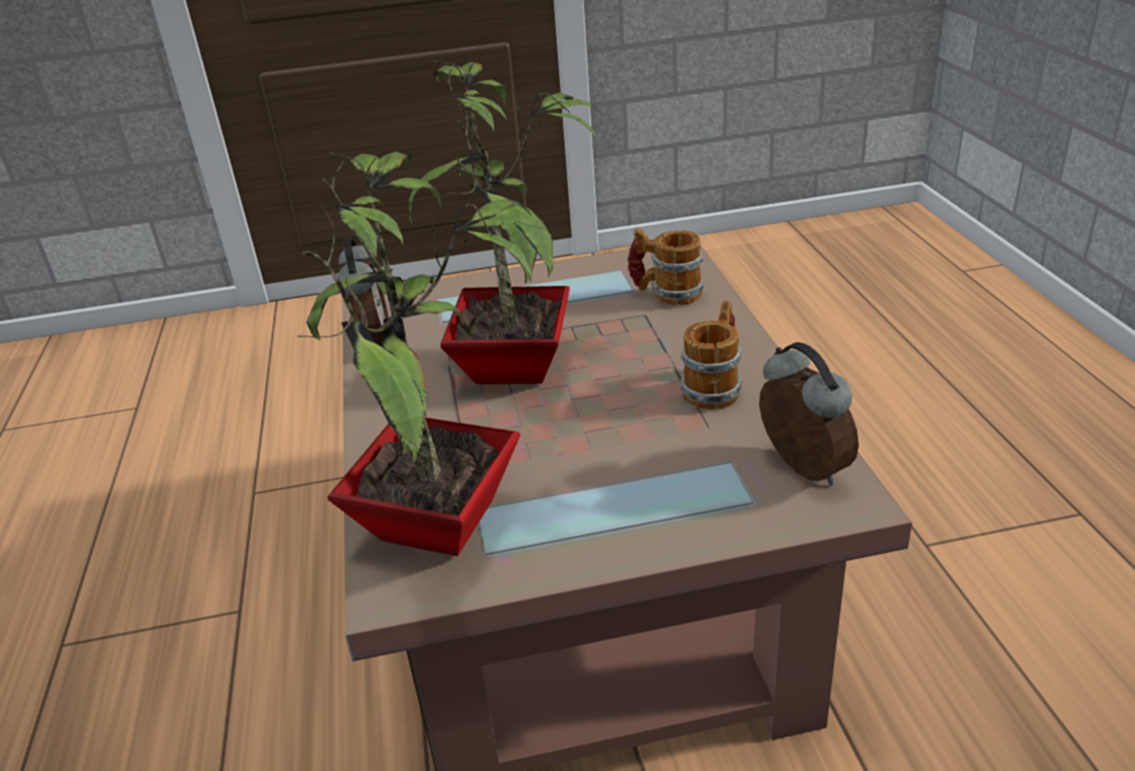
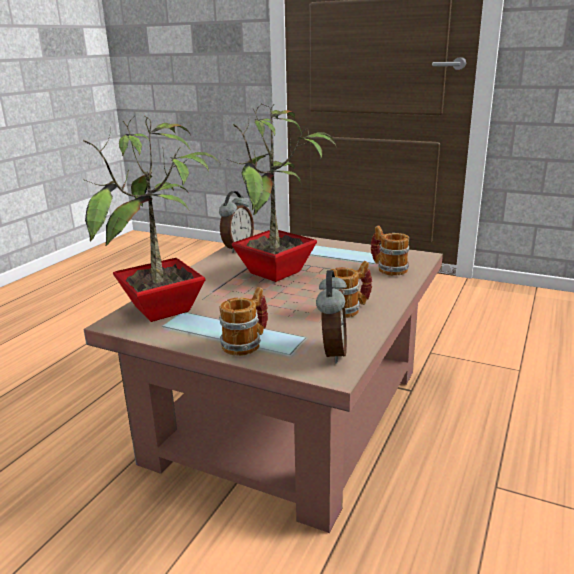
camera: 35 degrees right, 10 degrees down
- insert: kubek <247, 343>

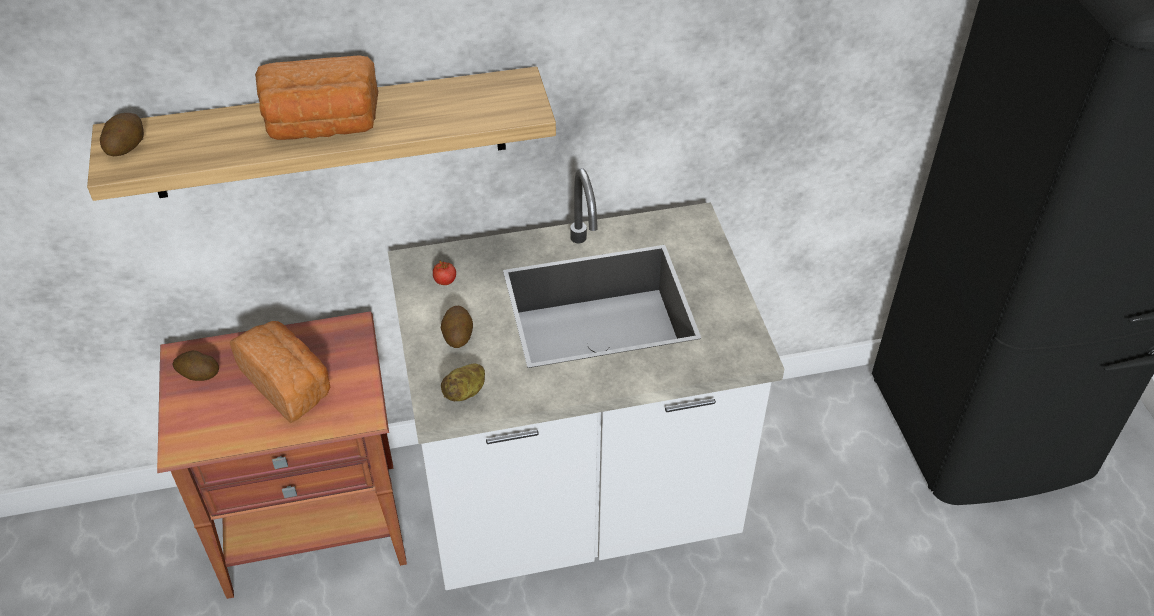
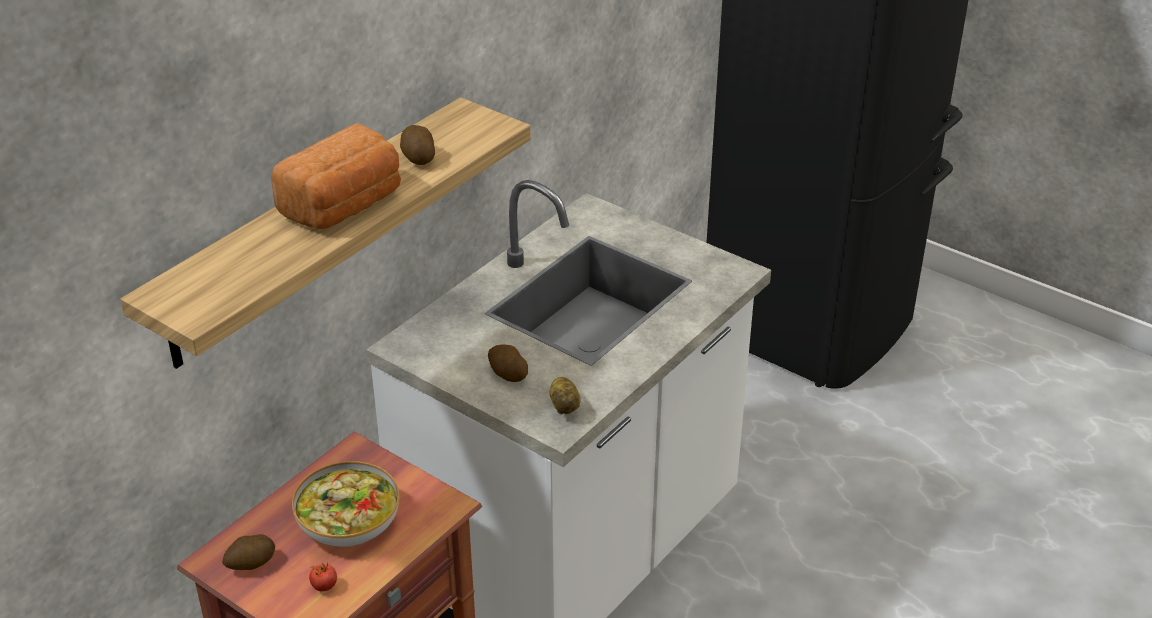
camera: 40 degrees left, 10 degrees down
- move: ziemniak <126, 146> to <418, 157>
- move: pomidor <445, 281> to <324, 586>
- replace: chleb <288, 384> to miska <349, 522>

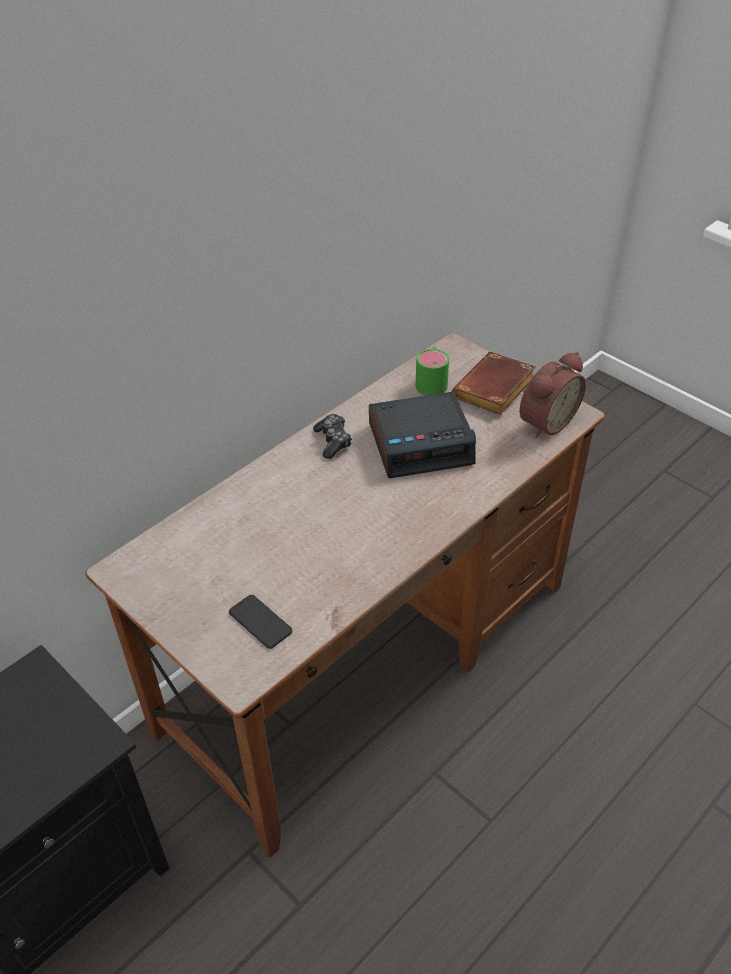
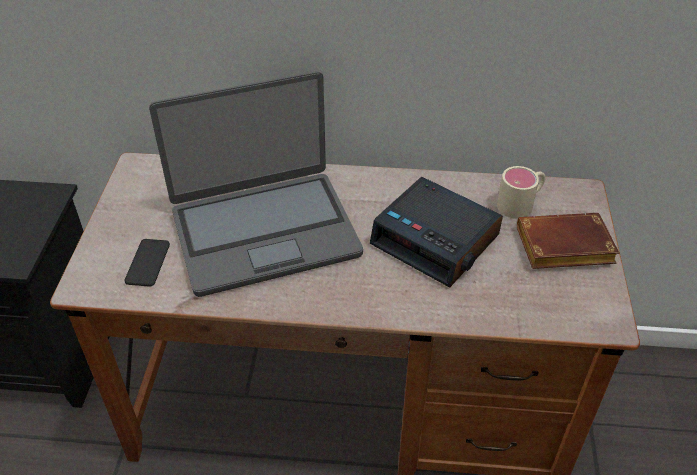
camera: 50 degrees right, 0 degrees up
- delete: pad do gier <333, 441>
- delete: budzik <545, 421>
- insert: laptop <264, 231>
- recolor: kubek (zielony) <432, 381> to kubek (beżowy) <521, 203>

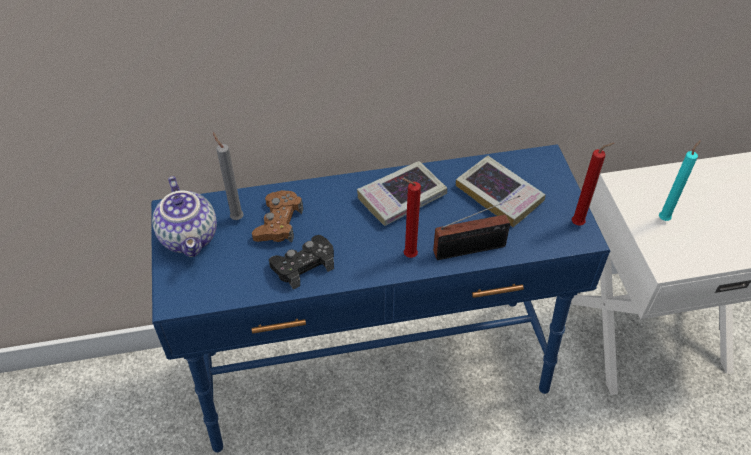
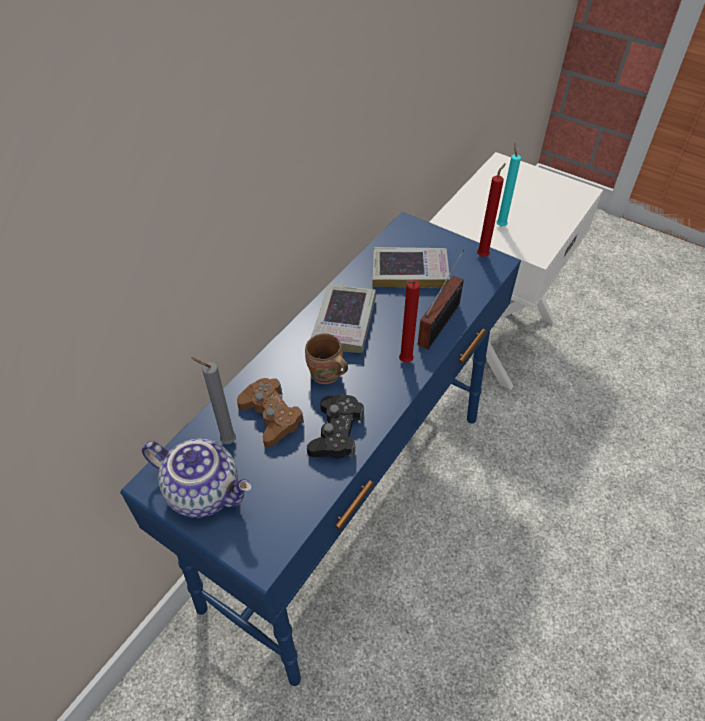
camera: 45 degrees left, 0 degrees up
- insert: kubek (brązowy) <326, 376>

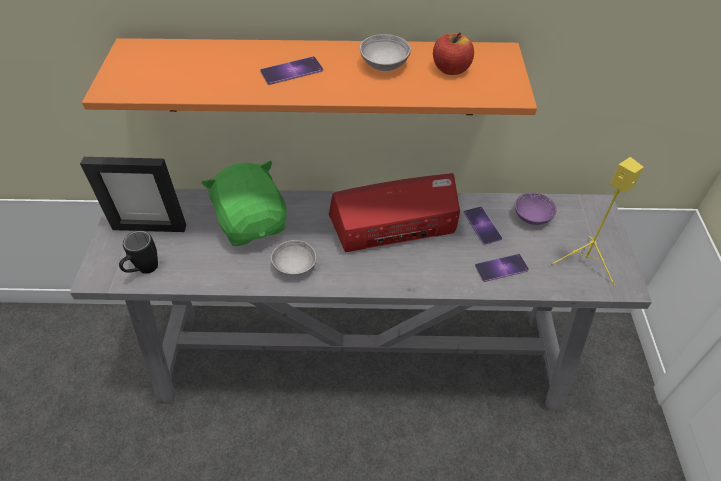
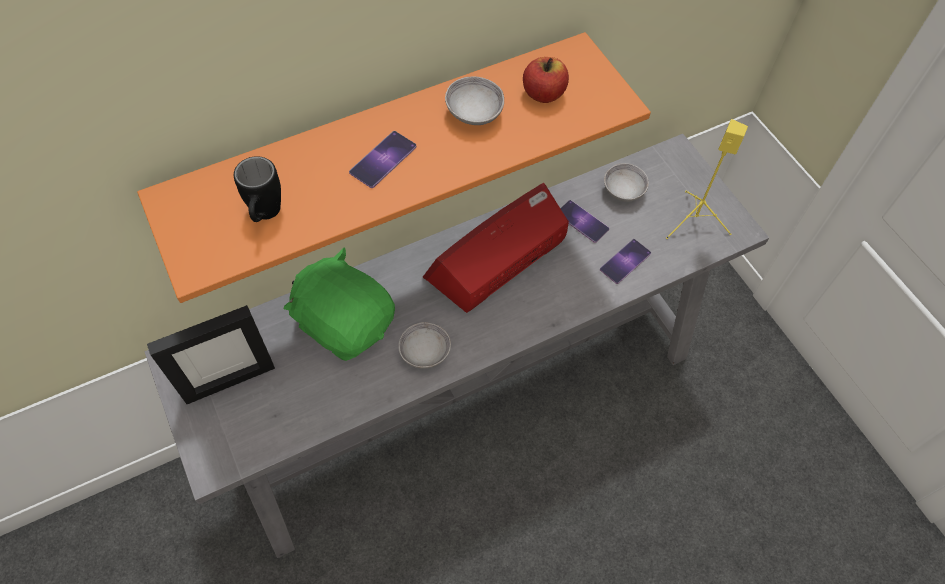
camera: 30 degrees left, 10 degrees up
- move: kubek (czarny) <143, 271> to <265, 216>
- recolor: miska (fioletowy) <532, 216> to miska (szary) <623, 190>

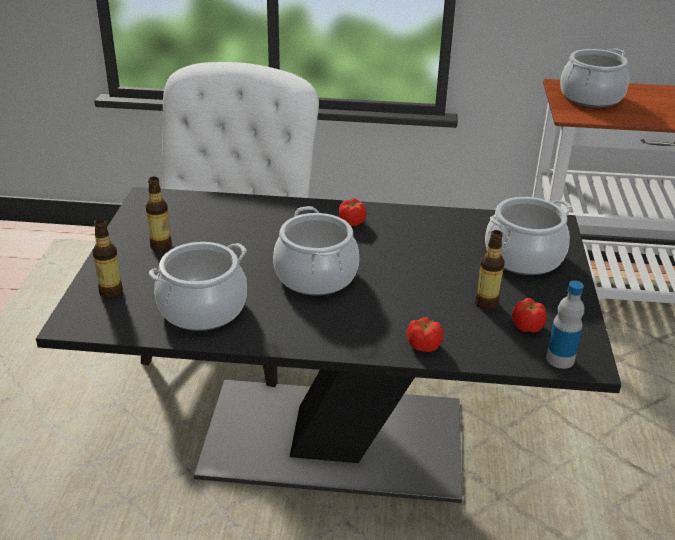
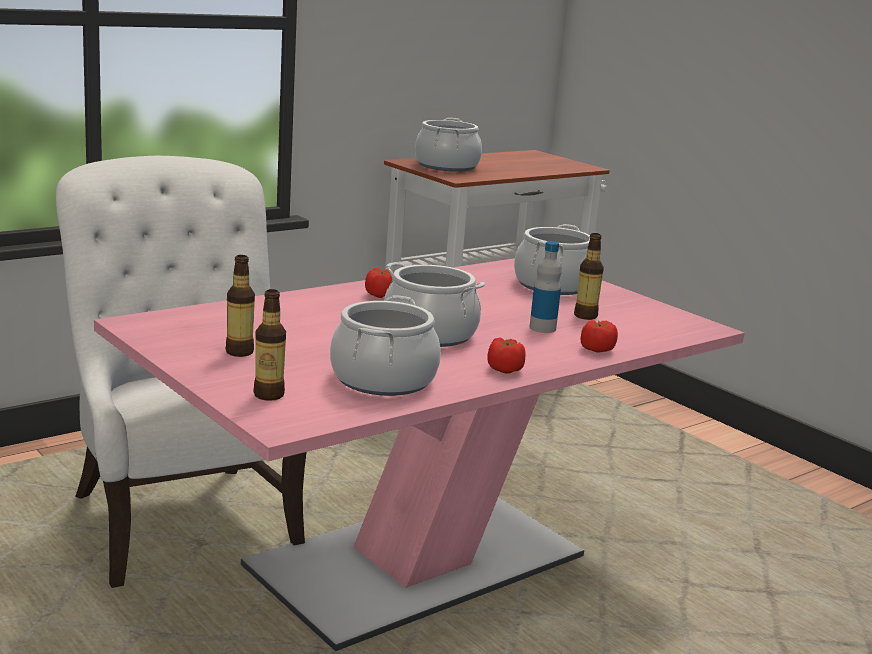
camera: 45 degrees left, 15 degrees down
- move: pomidor <527, 326> to <504, 369>
- move: butelka <560, 359> to <542, 328>
- recolor: stół jadalny (czarny) <333, 440> to stół jadalny (różowy) <417, 562>

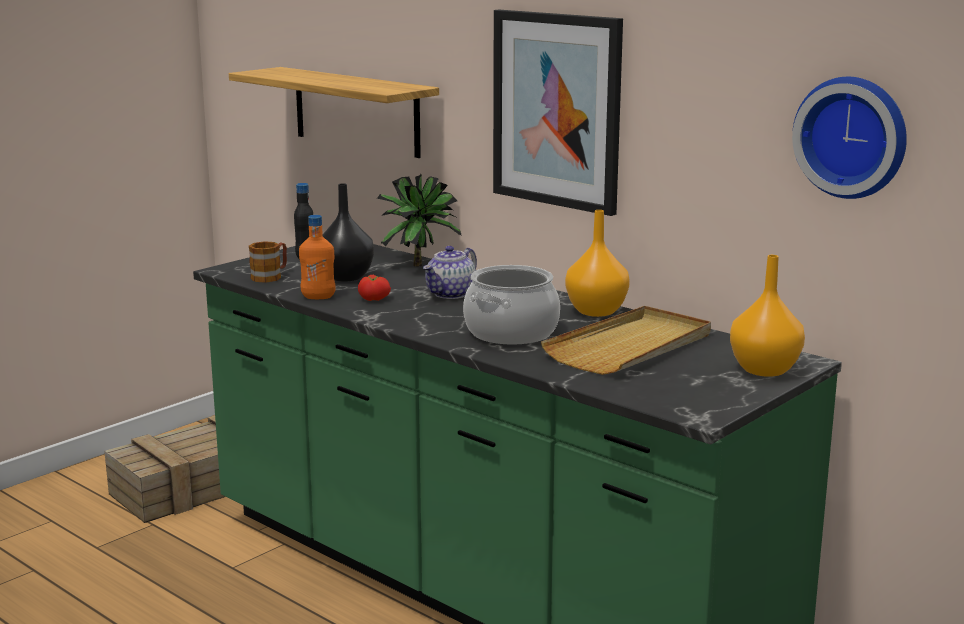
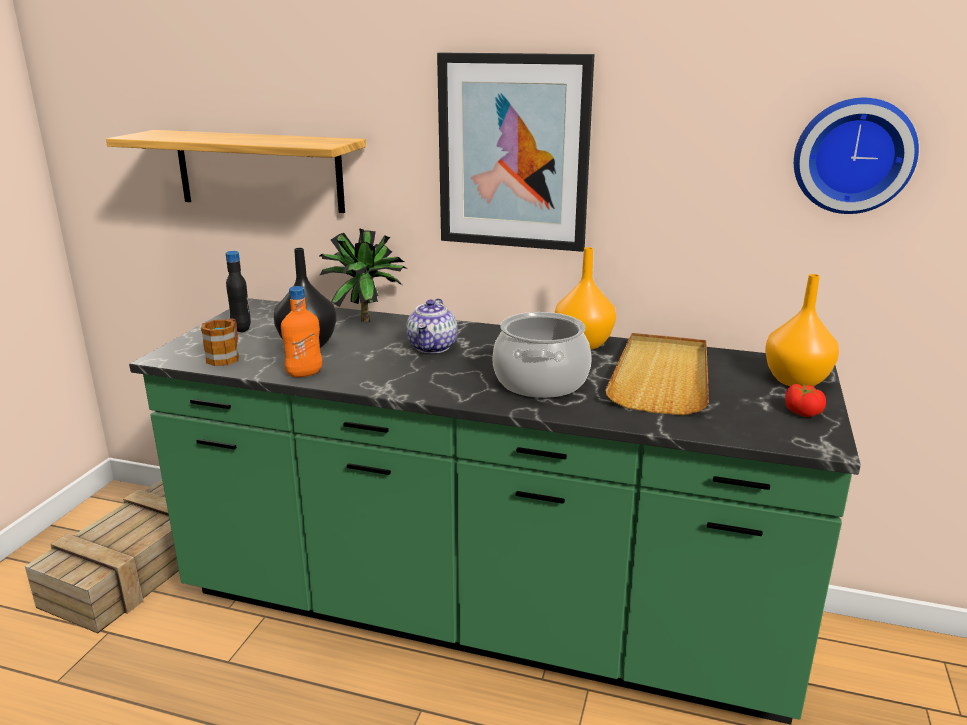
camera: 25 degrees left, 5 degrees up
- move: pomidor <374, 298> to <803, 412>

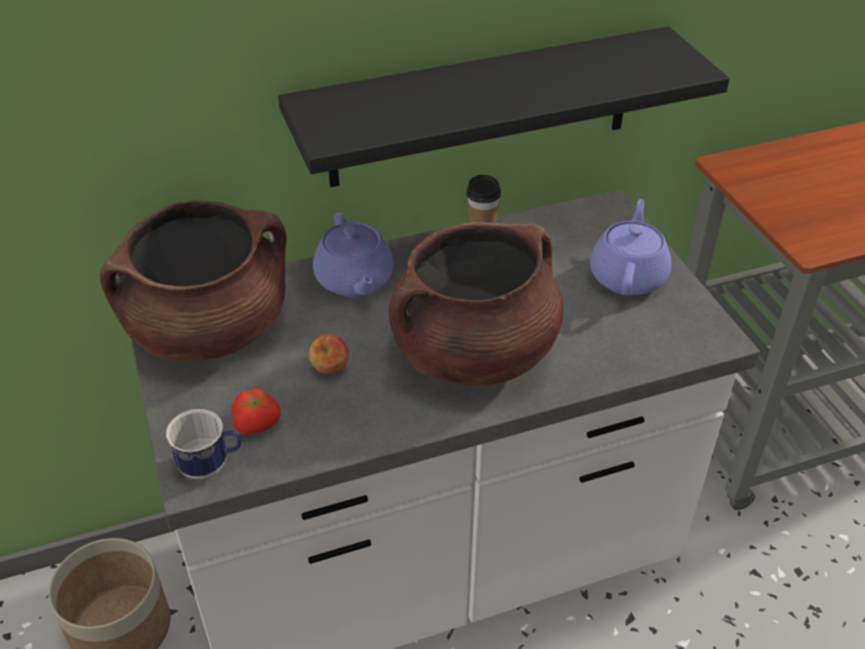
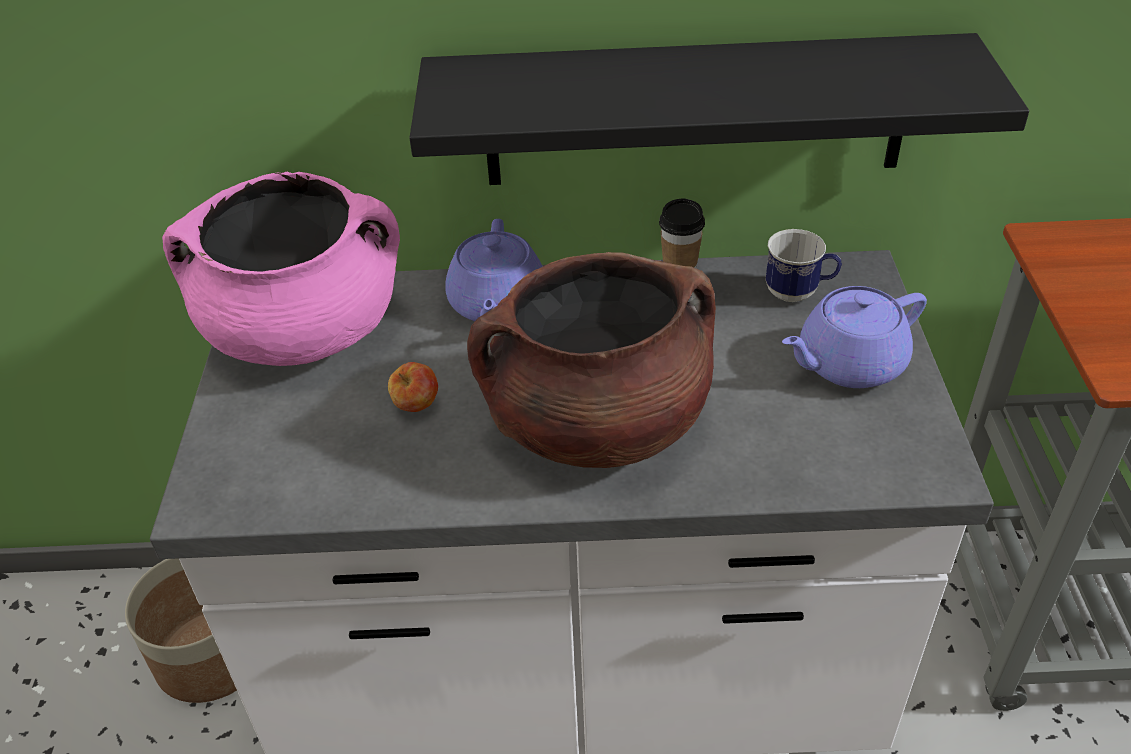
camera: 20 degrees right, 0 degrees up
- delete: pomidor <258, 423>
- move: kubek <211, 466> to <798, 293>
- recolor: garnek (brązowy) <209, 329> to garnek (różowy) <305, 331>
- rotate: imbryk (fioletowy) <628, 276> = <848, 364> 150 degrees counterclockwise

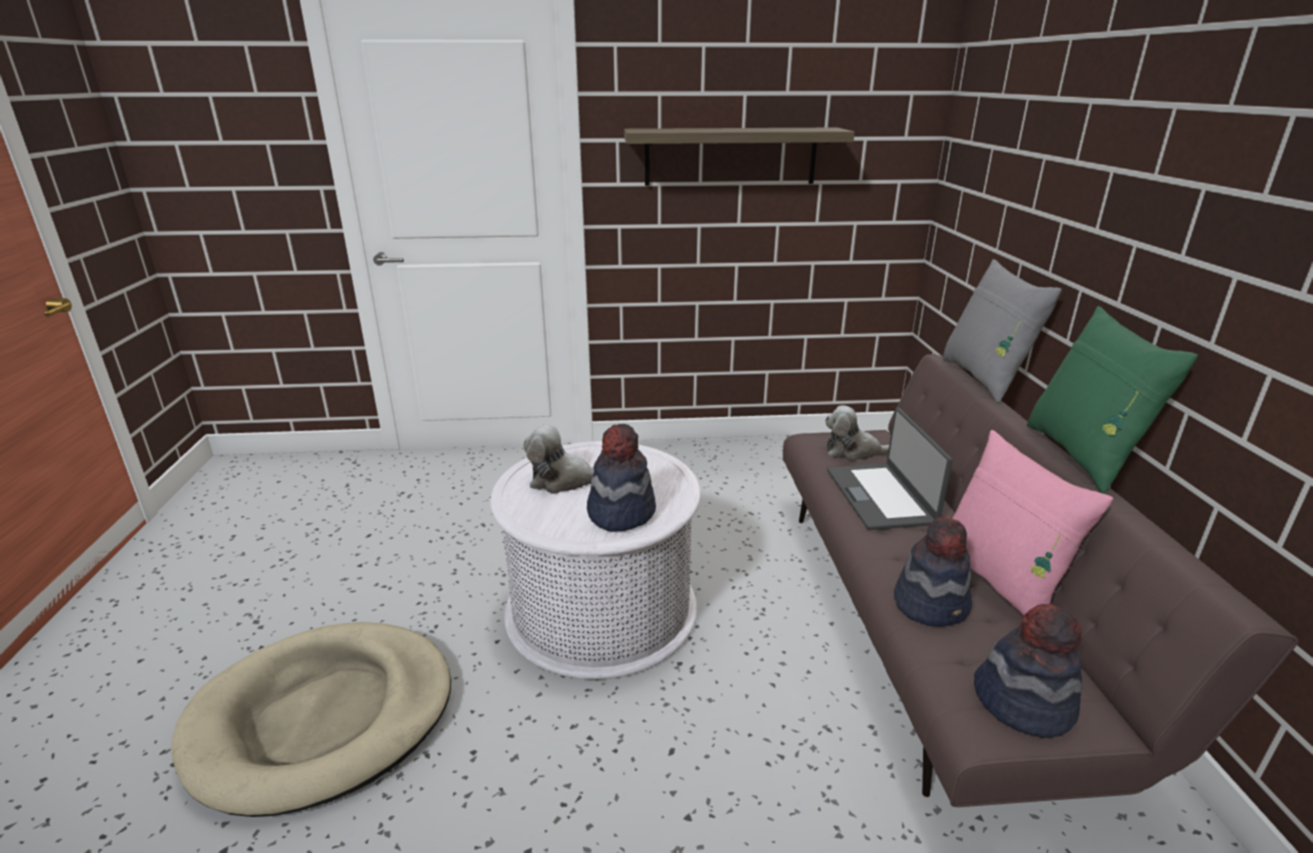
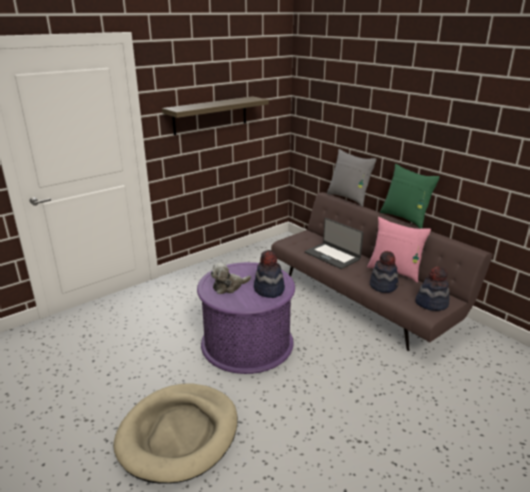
camera: 35 degrees left, 0 degrees up
- delete: pluszak <853, 452>
- recolor: ława (biały) <601, 609> to ława (fioletowy) <247, 343>

